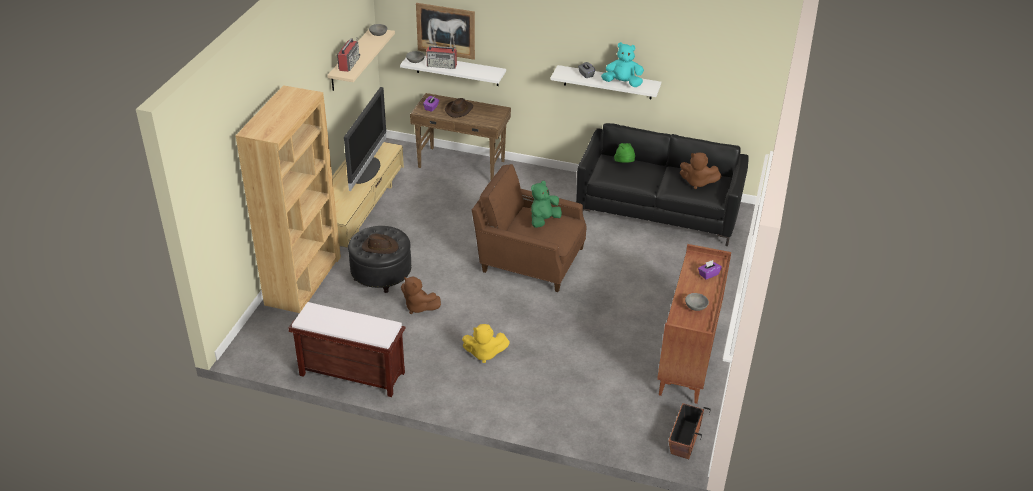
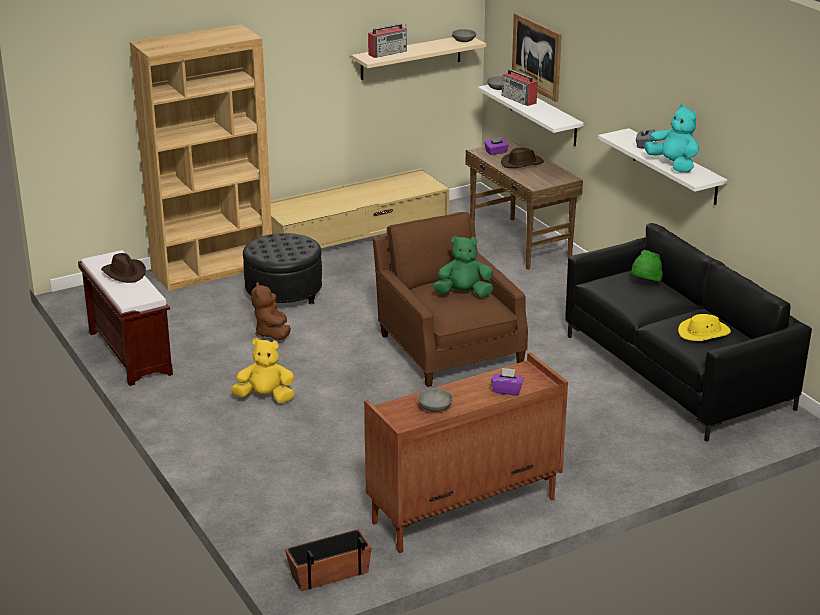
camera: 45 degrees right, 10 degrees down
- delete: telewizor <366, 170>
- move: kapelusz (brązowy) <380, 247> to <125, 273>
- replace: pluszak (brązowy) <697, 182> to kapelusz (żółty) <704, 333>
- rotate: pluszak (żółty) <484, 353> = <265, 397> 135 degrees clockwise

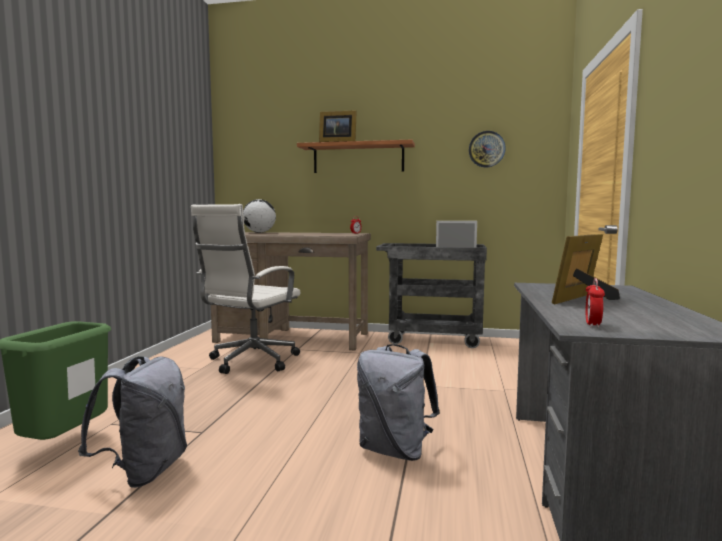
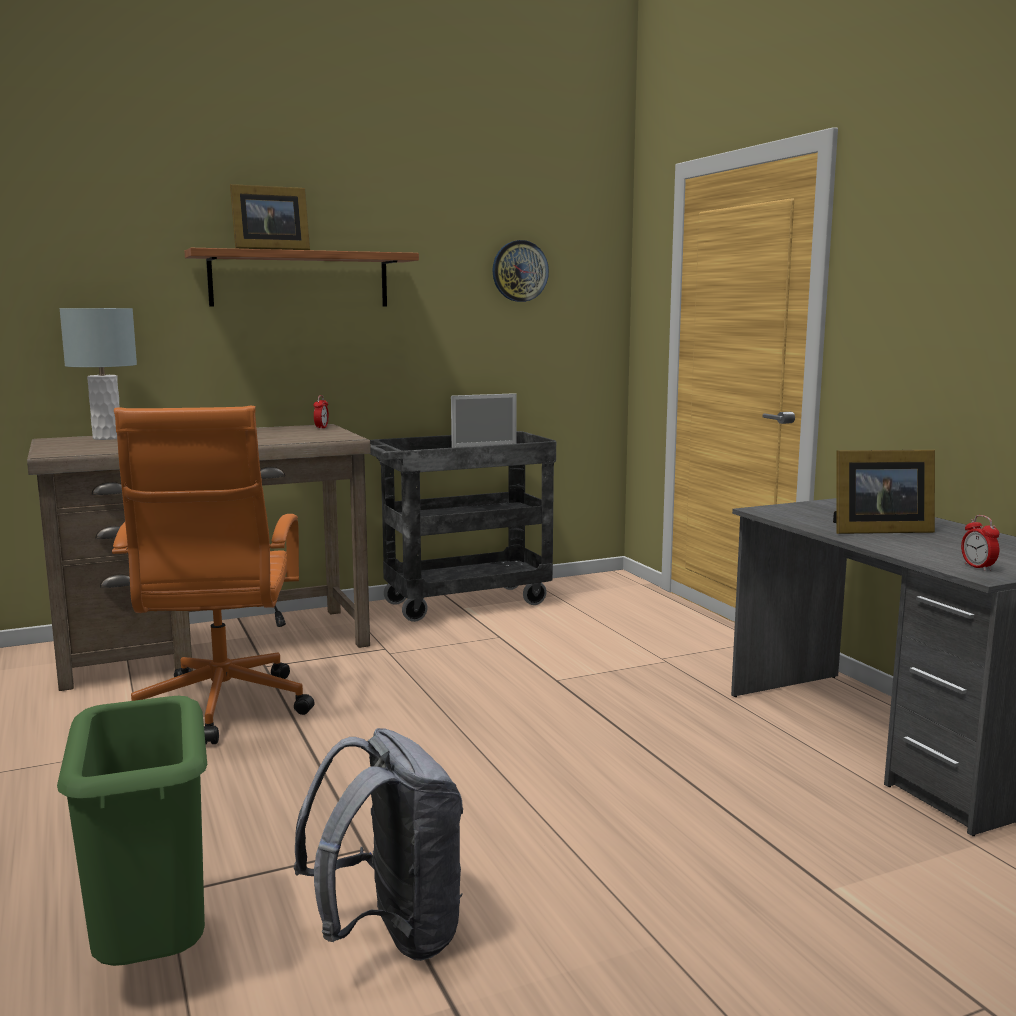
camera: 35 degrees left, 5 degrees up
- delete: plecak (szary) <395, 450>
- replace: globus <259, 232> to lampa stołowa (szary) <107, 438>
- recolor: krzesło biurowe (biały) <251, 362> to krzesło biurowe (pomarańczowy) <221, 710>
- rotate: ramka na zdjęcie <582, 300> = <876, 530> 105 degrees counterclockwise

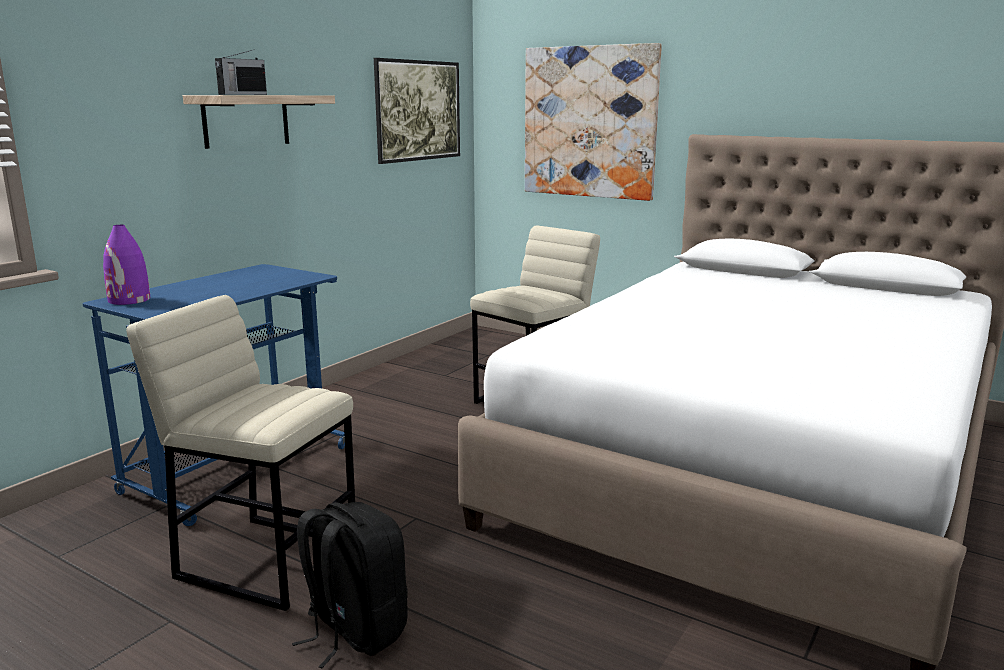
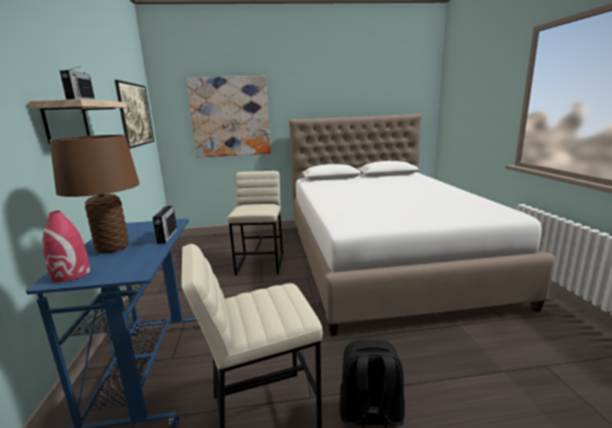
camera: 40 degrees left, 0 degrees up
- insert: lampa stołowa (brązowy) <113, 248>
- insert: radio <167, 236>
- recolor: wazon (fioletowy) <129, 300> to wazon (czerwony) <71, 274>

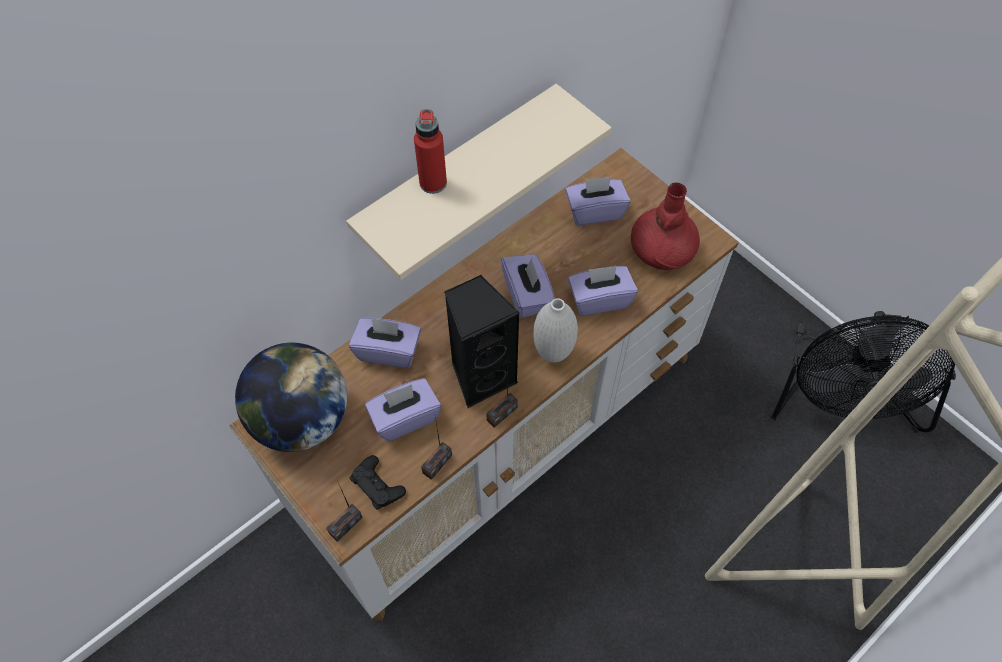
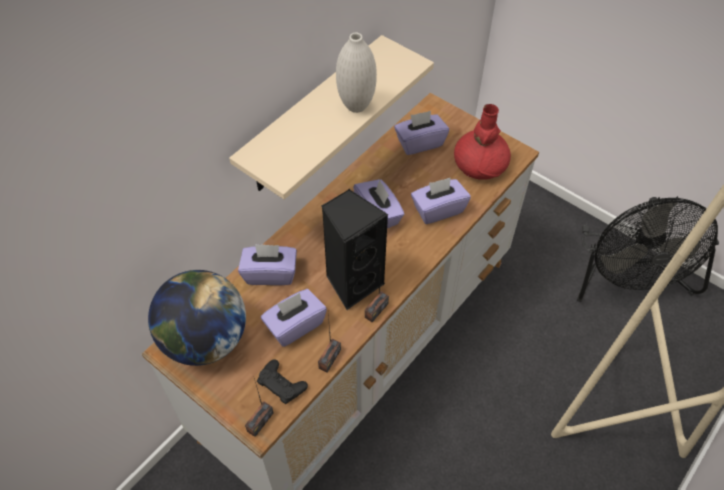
camera: 10 degrees left, 5 degrees down
- delete: butelka (czerwony) <433, 183>
- move: wazon (biały) <553, 353> to <356, 106>

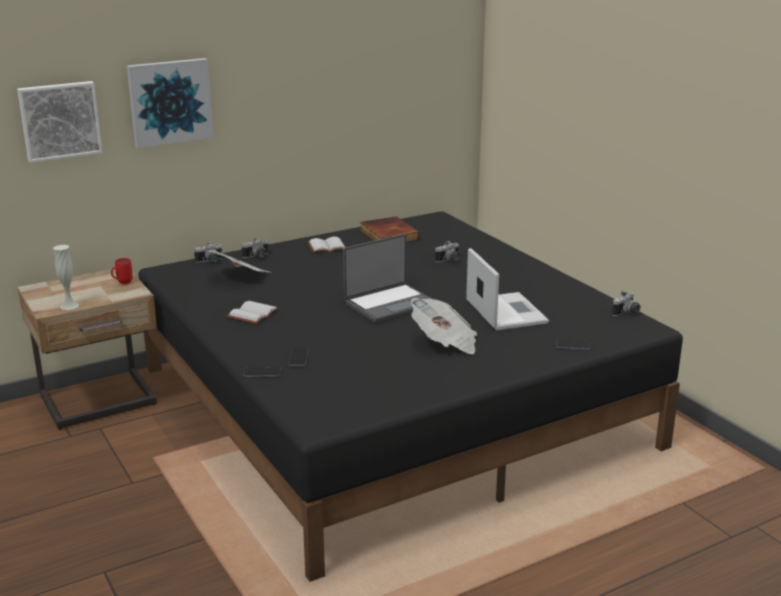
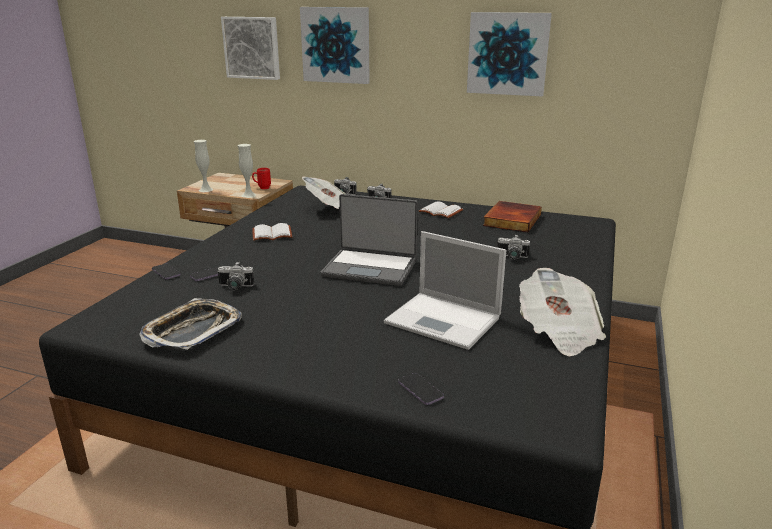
camera: 50 degrees right, 0 degrees up
- insert: taca <192, 330>
- insert: wazon (biały) <248, 195>
- insert: obraz <508, 54>
- move: gazeta <445, 343> to <559, 332>
- move: aparat fotograficzny <627, 313> to <235, 287>
- rotate: laptop <505, 311> = <445, 321> 90 degrees clockwise

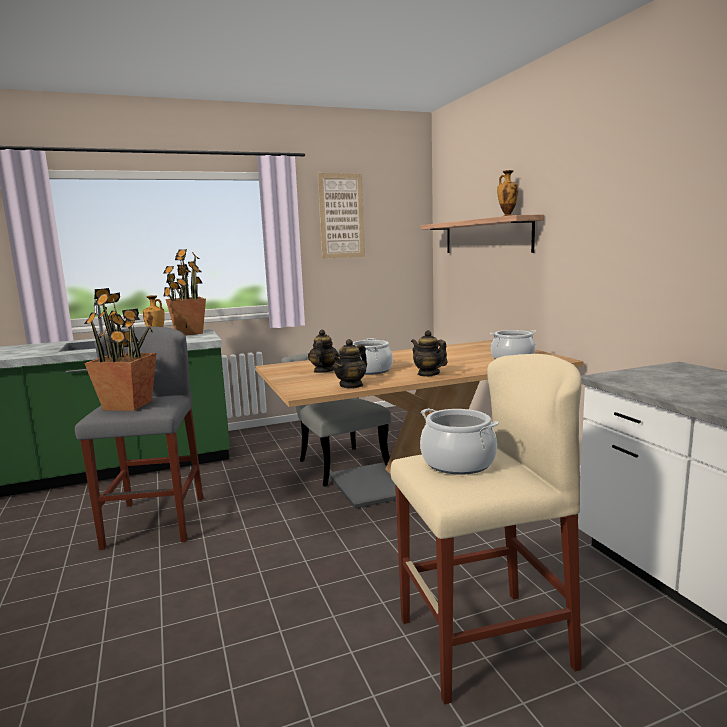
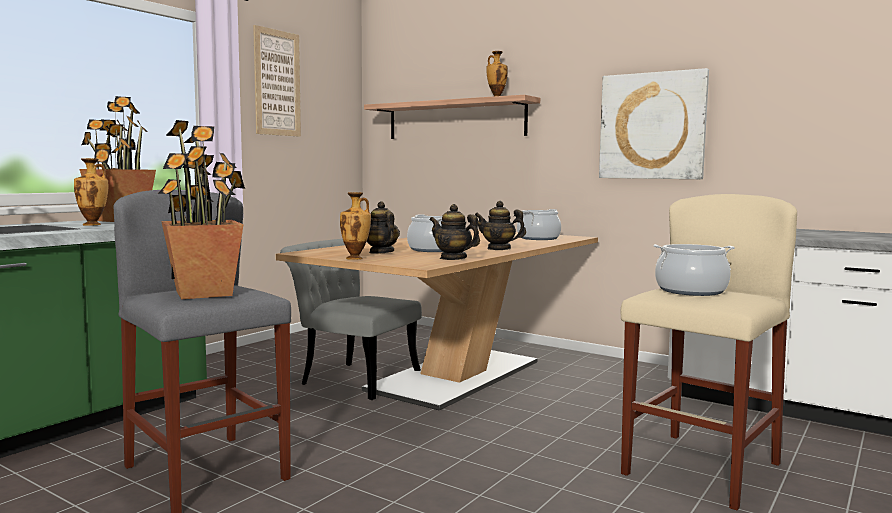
camera: 35 degrees left, 5 degrees down
- insert: wazon <355, 258>
- insert: obraz <652, 126>
- rotate: imbryk <351, 385> = <453, 258> 120 degrees clockwise

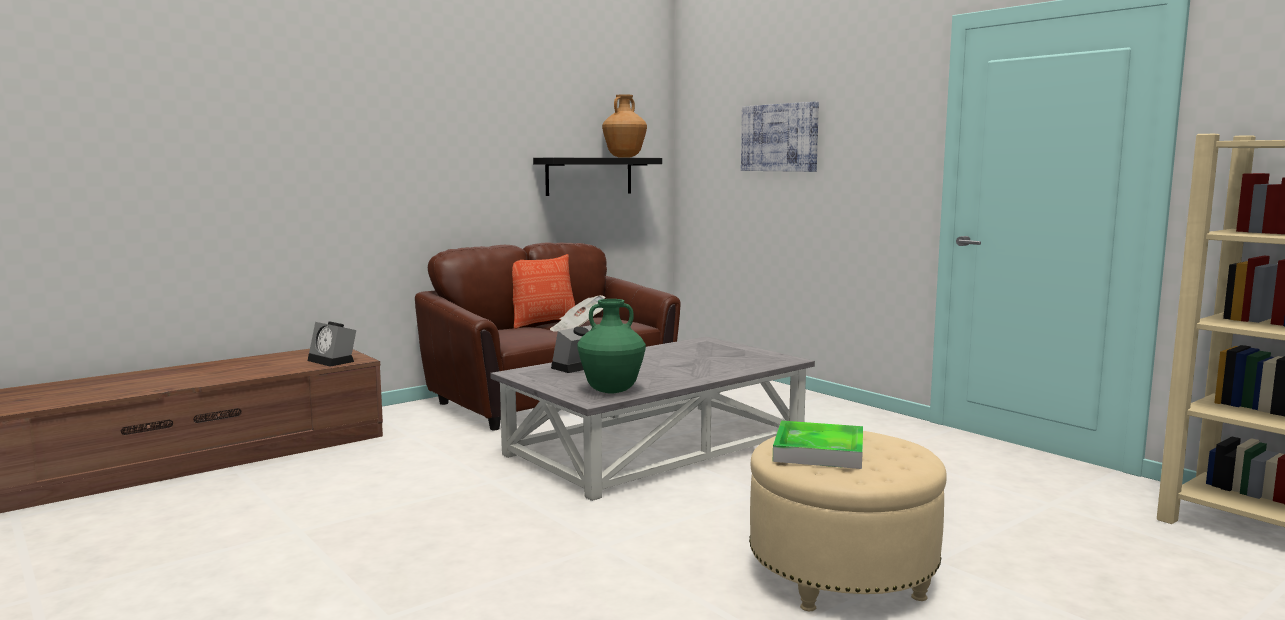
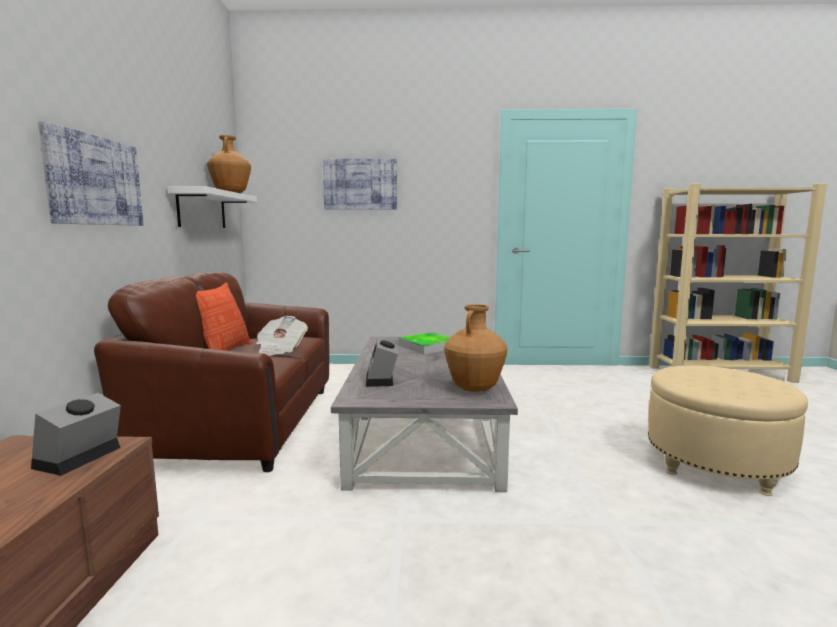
camera: 50 degrees left, 0 degrees up
- insert: obraz <95, 180>
- move: taca <819, 451> to <428, 346>
- recolor: półka (czarny) <589, 176> to półka (biały) <202, 210>
- recolor: wazon (zielony) <612, 391> to wazon (brązowy) <475, 389>
- rotate: budzik <333, 361> = <78, 459> 120 degrees clockwise

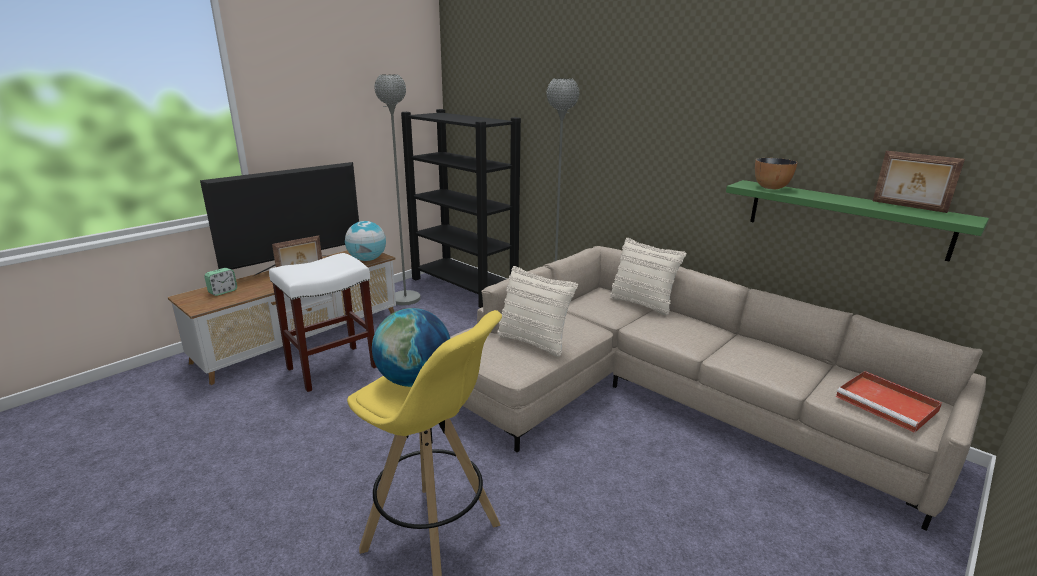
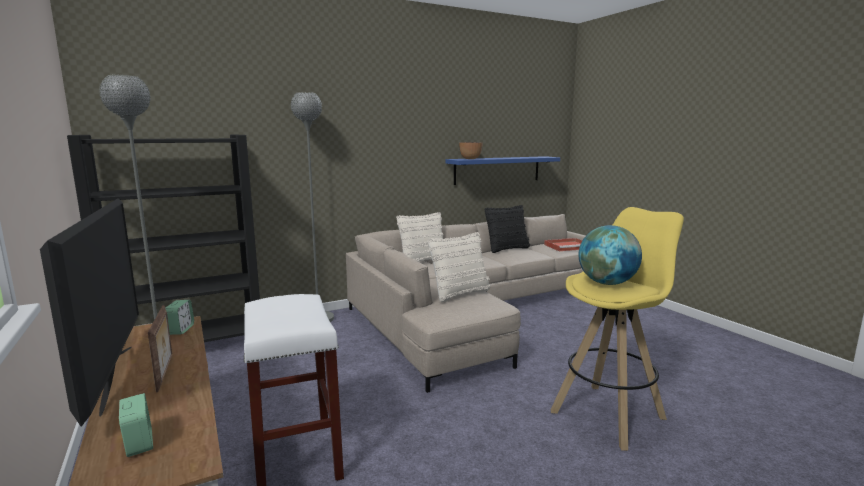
camera: 70 degrees left, 10 degrees down
- delete: ramka na zdjęcie <908, 207>
- insert: poduszka (czarny) <507, 249>
- replace: globus <367, 259> to budzik <180, 330>
- recolor: półka (zielony) <845, 218> to półka (niebieski) <497, 170>

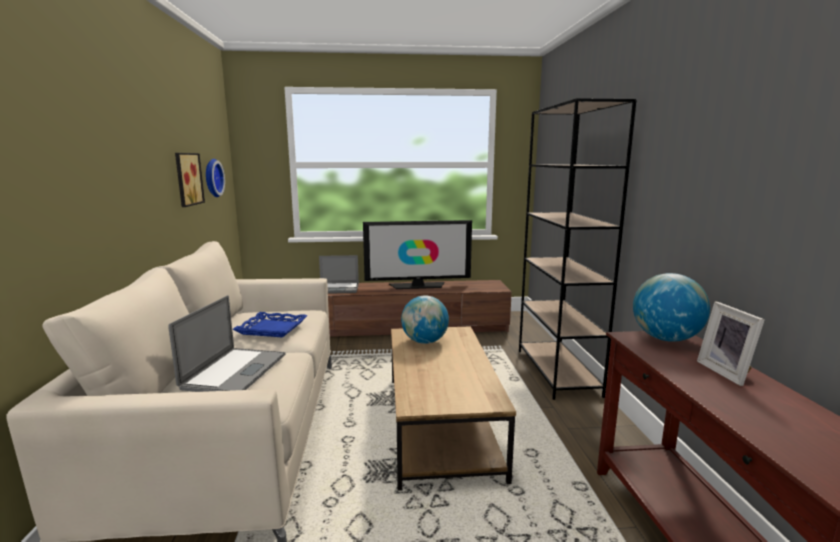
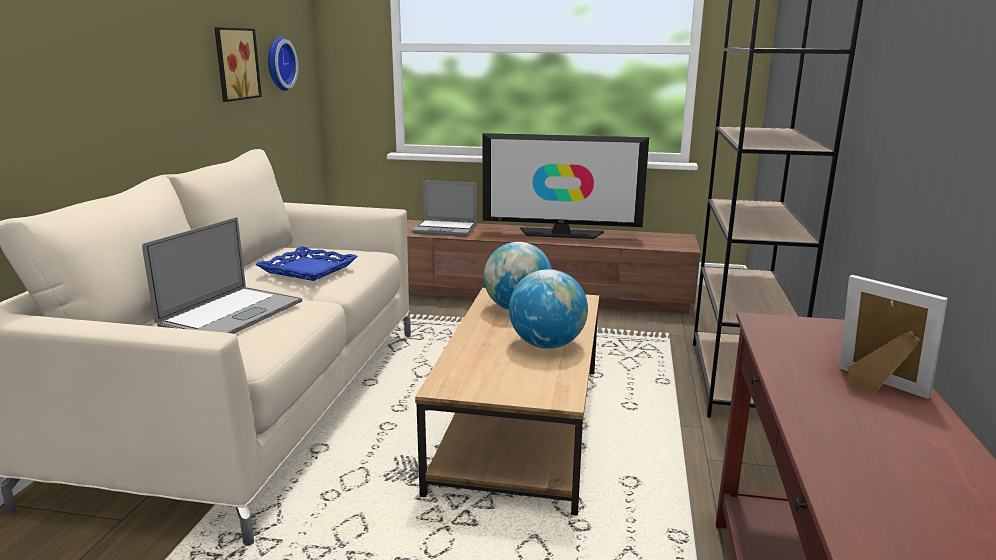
camera: 15 degrees right, 5 degrees up
- move: globus <665, 339> to <546, 345>
- rotate: ramka na zdjęcie <727, 372> = <876, 387> 135 degrees clockwise

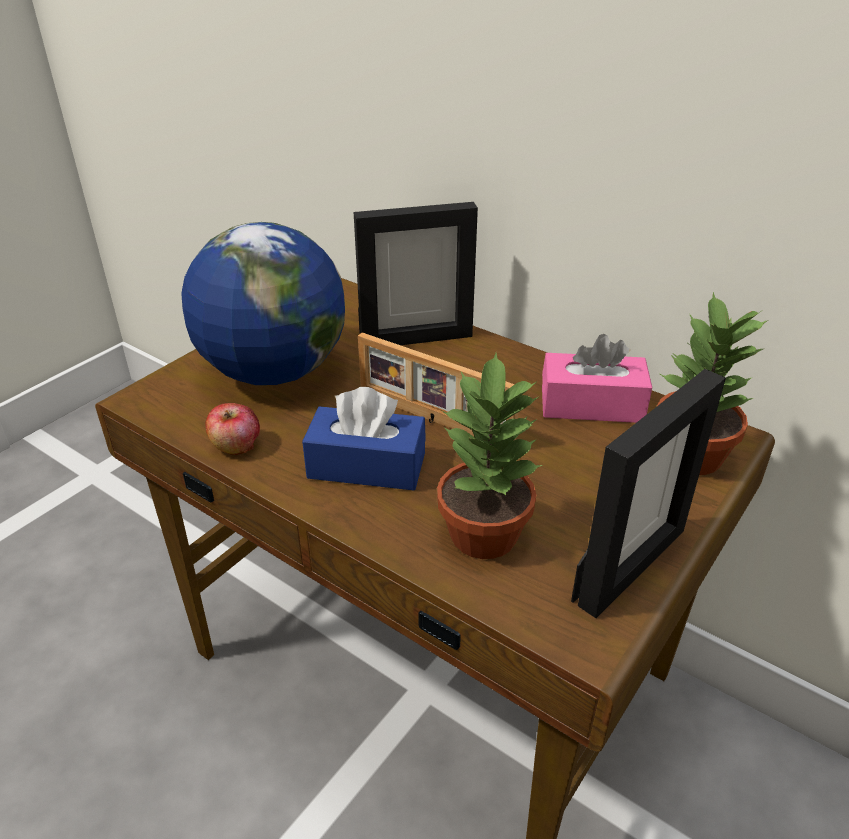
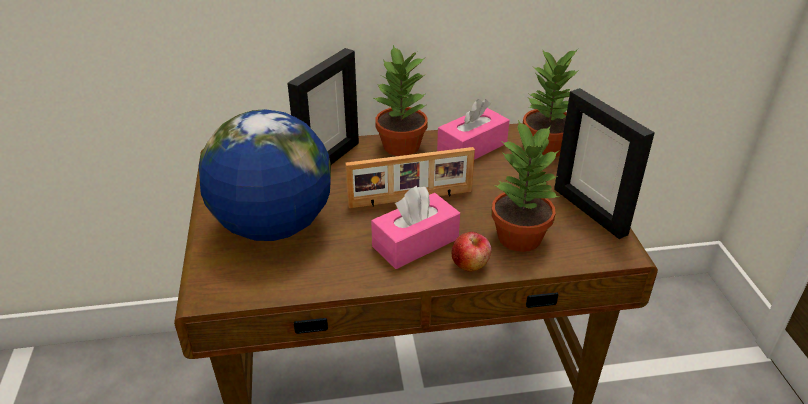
camera: 45 degrees left, 0 degrees up
- insert: roślina doniczkowa <401, 147>
- move: jabłko <236, 446> to <470, 264>
- recolor: pudełko chusteczek (niebieski) <366, 466> to pudełko chusteczek (różowy) <415, 243>
- rotate: ramka na zdjęcie <629, 565> = <591, 210> 150 degrees clockwise

